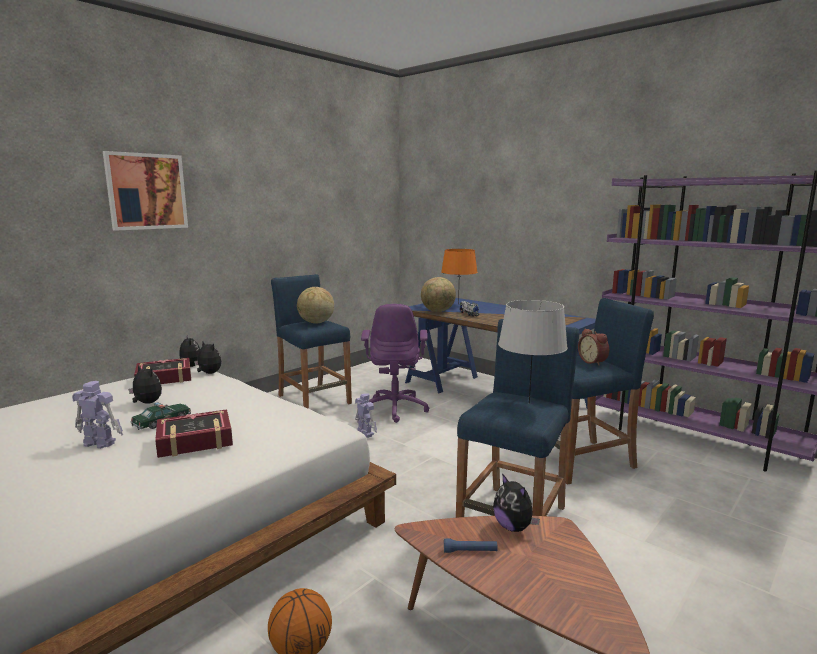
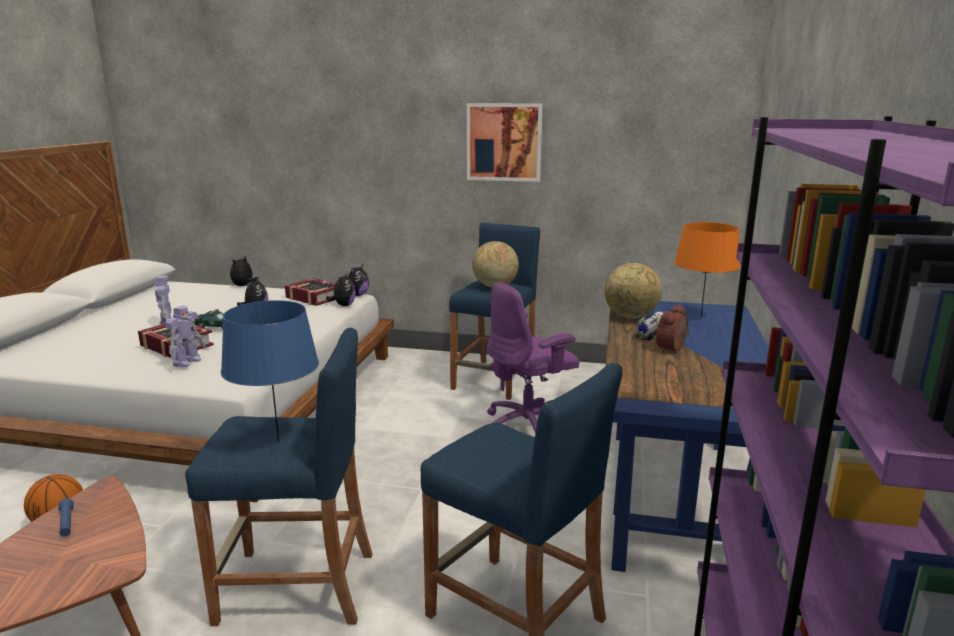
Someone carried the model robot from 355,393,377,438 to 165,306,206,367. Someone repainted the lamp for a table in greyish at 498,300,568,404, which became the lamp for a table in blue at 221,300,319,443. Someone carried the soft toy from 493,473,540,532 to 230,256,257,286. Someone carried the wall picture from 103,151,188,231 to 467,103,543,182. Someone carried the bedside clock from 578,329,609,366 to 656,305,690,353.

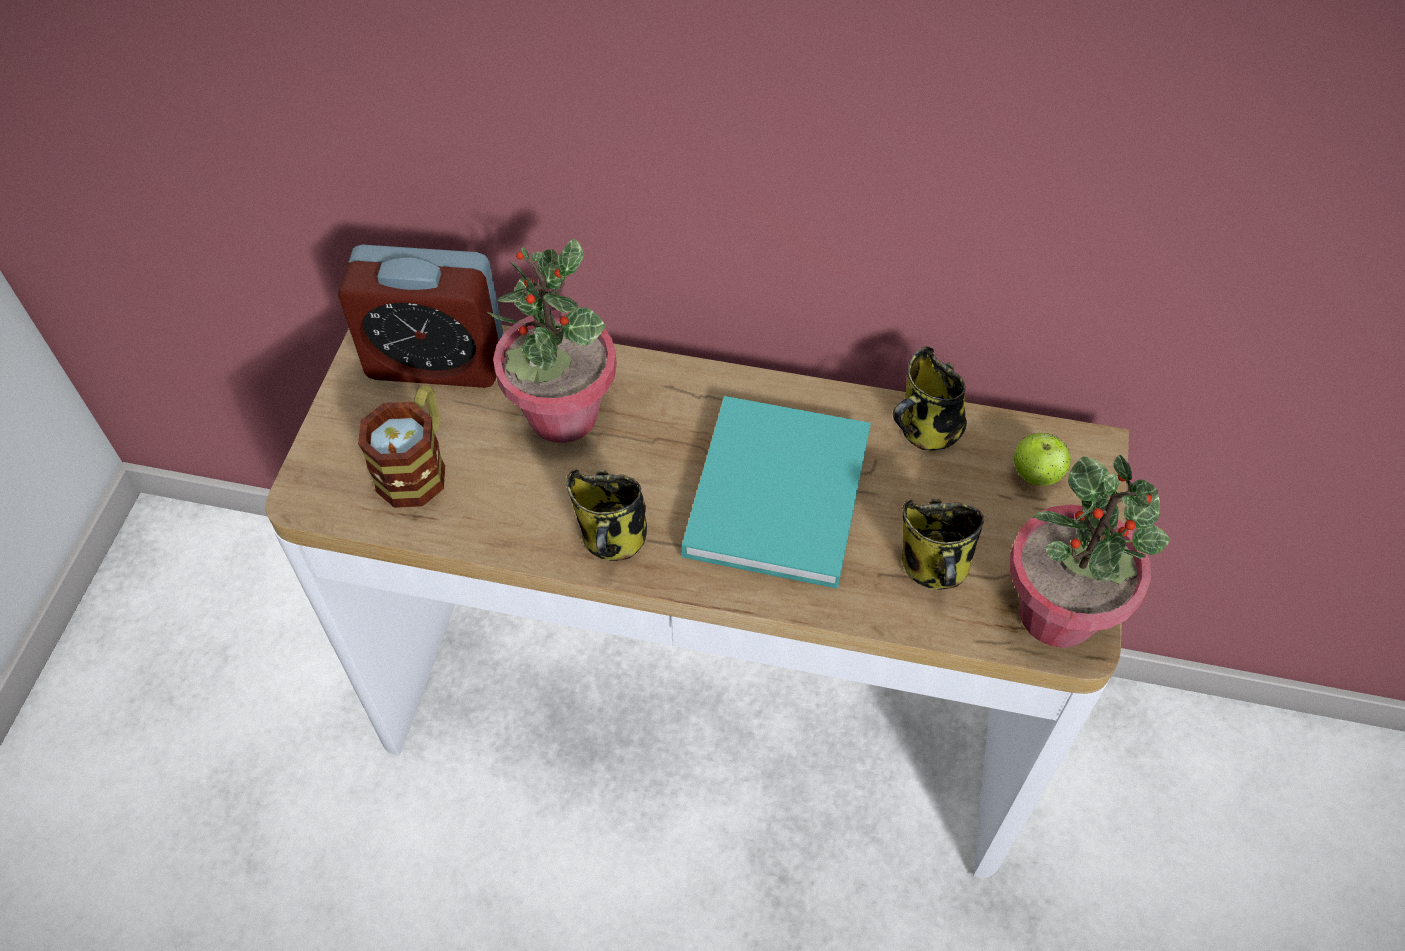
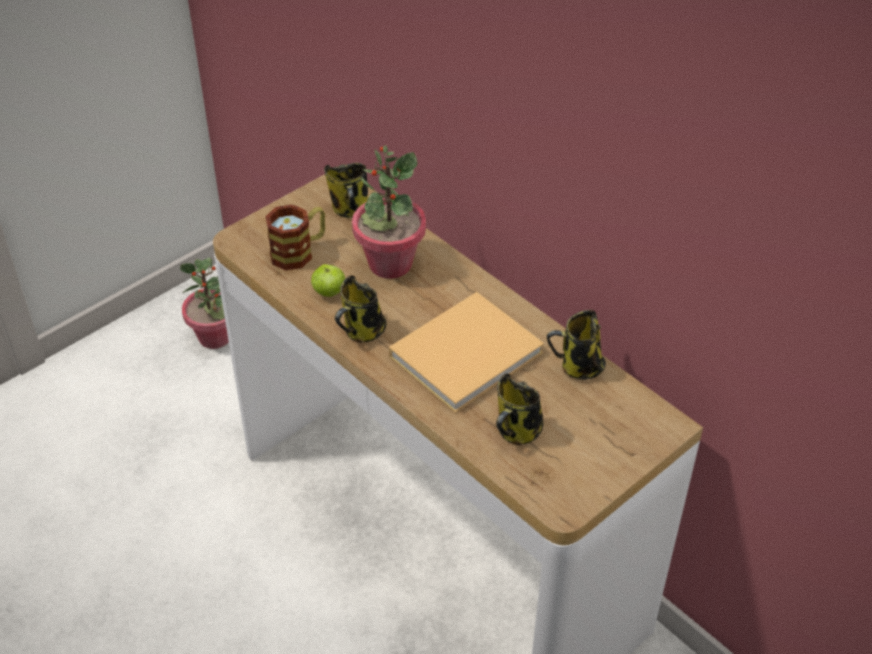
Someone carried the plant in a pot from 1010,455,1170,648 to 180,258,229,349. Someone carried the apple fruit from 1014,433,1071,486 to 311,264,345,297. Someone swapped the bedside clock at 338,244,503,388 for the tea mug at 324,163,368,218. Someone repainted the book in blue-green at 682,396,871,589, which became the book in sand-coloured at 389,292,544,413.

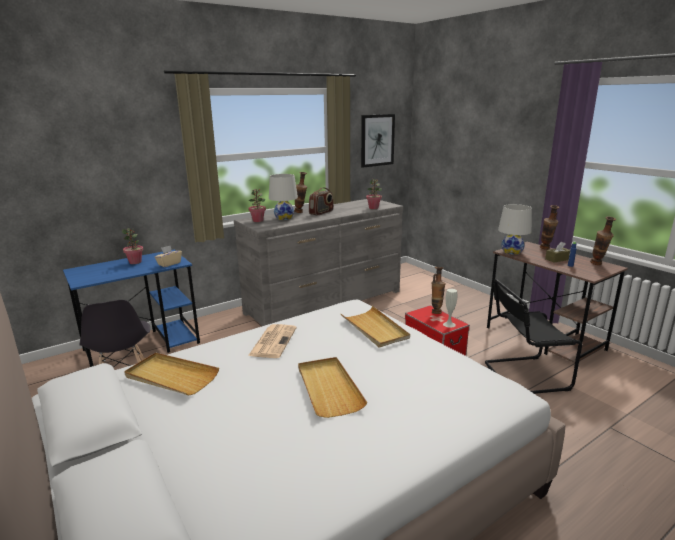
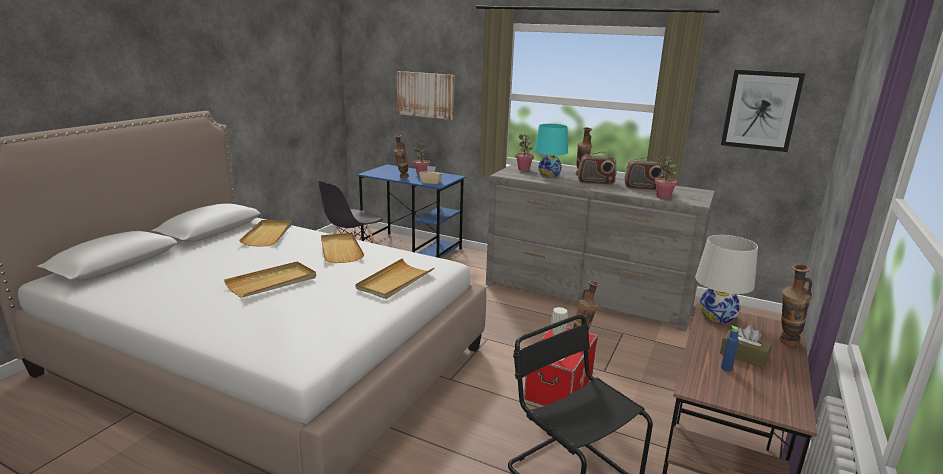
Someone swapped the daily paper at 248,324,297,358 for the carrying tray in sand-coloured at 321,233,364,263. Someone carried the vase from 590,216,616,265 to 394,135,409,178. Someone put up the wall picture at 397,71,455,120. Someone repainted the lamp for a table in whitish at 269,174,298,220, which became the lamp for a table in blue-green at 534,124,568,177. Someone put down the radio set at 625,156,665,190.

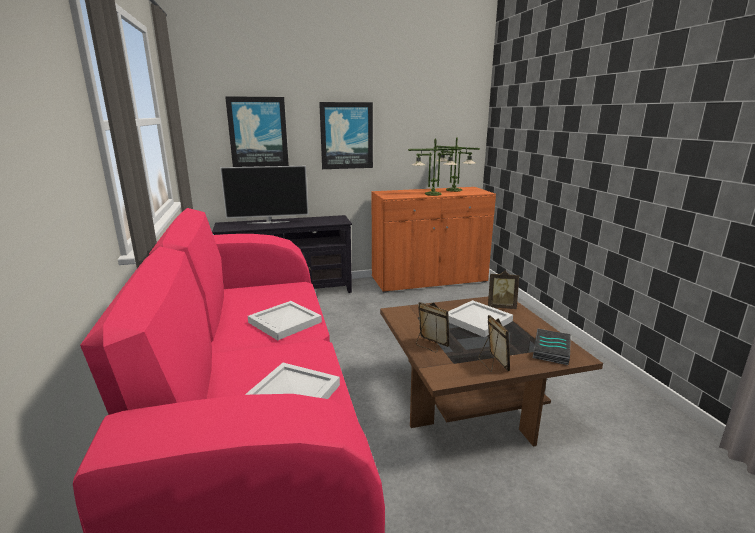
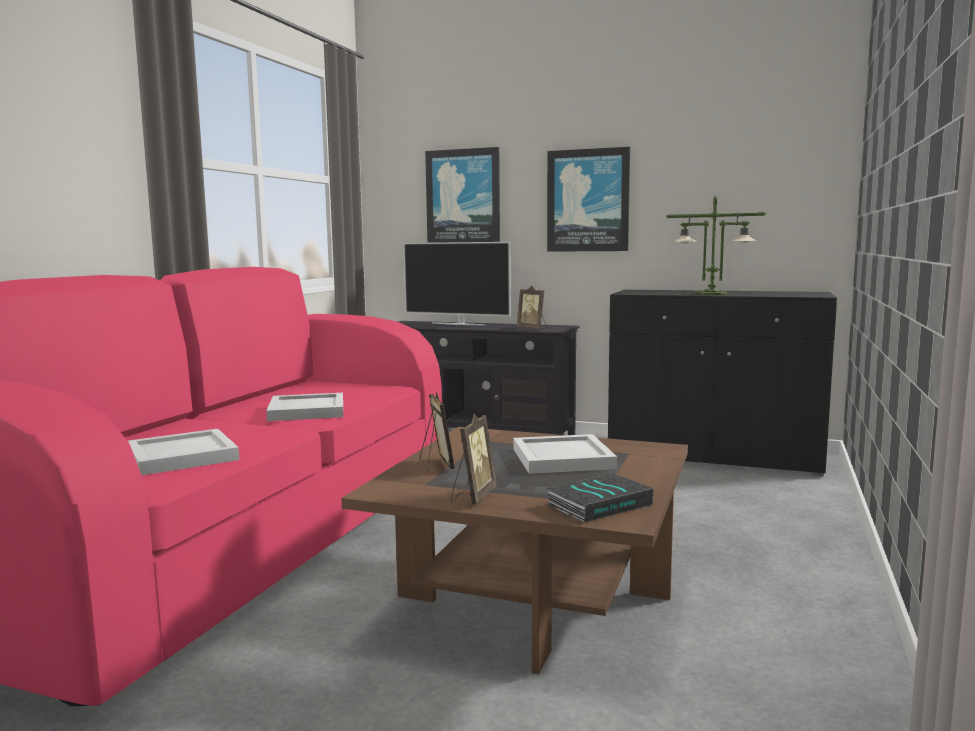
Someone carried the photo frame from 488,271,519,309 to 517,286,546,329. Someone repainted the cabinet in orangey at 371,187,496,293, which became the cabinet in black-coloured at 608,290,837,476. Someone took away the lamp for a table at 436,138,480,192.

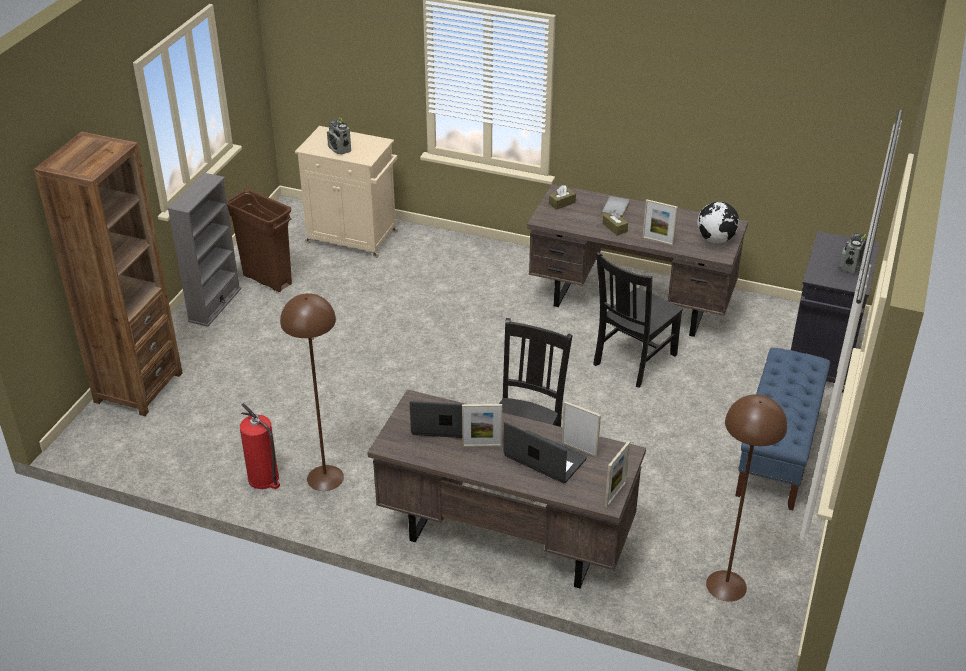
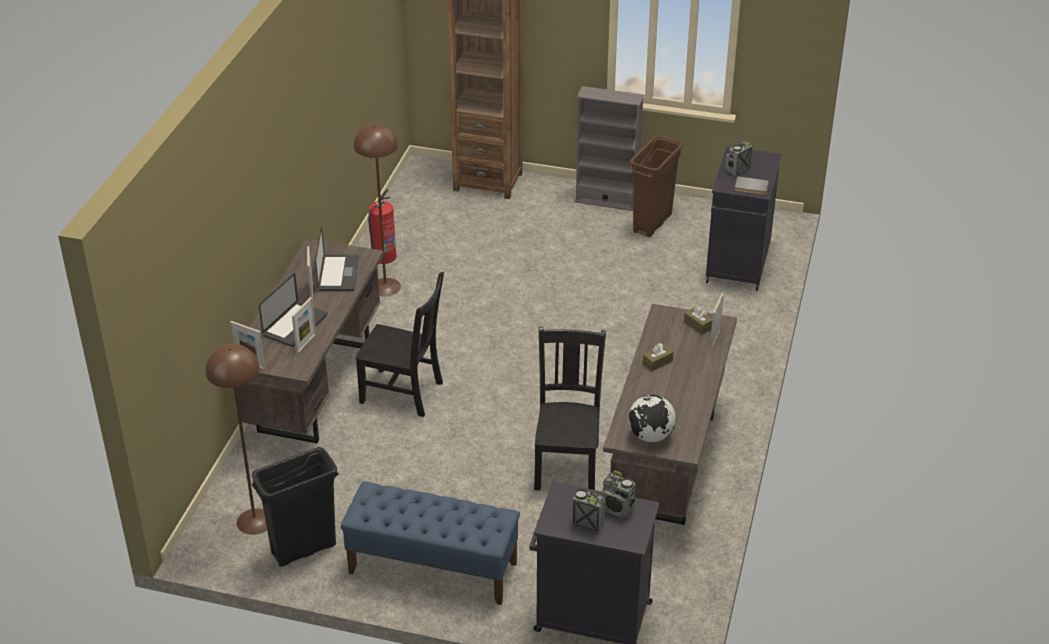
Someone put down the rubbish bin in black-coloured at 252,447,339,567. Someone rotated the plain chair in black-coloured at 593,252,683,388 by 60 degrees clockwise. Someone put down the radio set at 601,471,636,518. Someone repainted the cabinet in sand-coloured at 295,126,398,258, which became the cabinet in black-coloured at 706,146,782,291. Someone carried the photo frame from 642,199,678,245 to 710,293,724,351. Someone carried the book in greyish from 601,196,630,218 to 734,176,769,195.

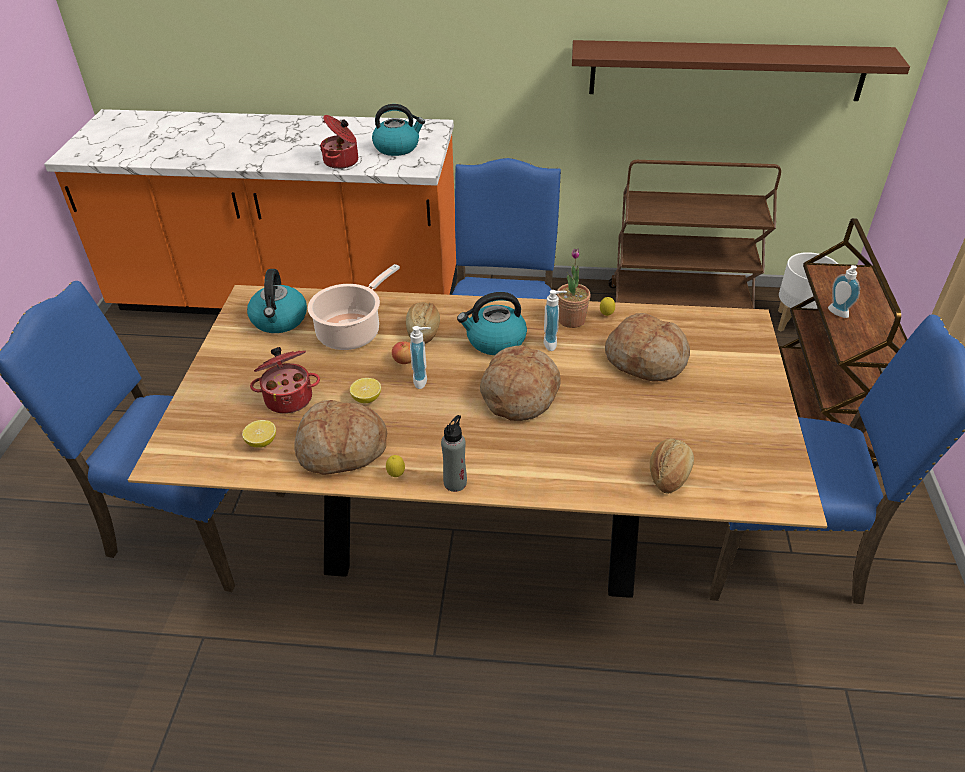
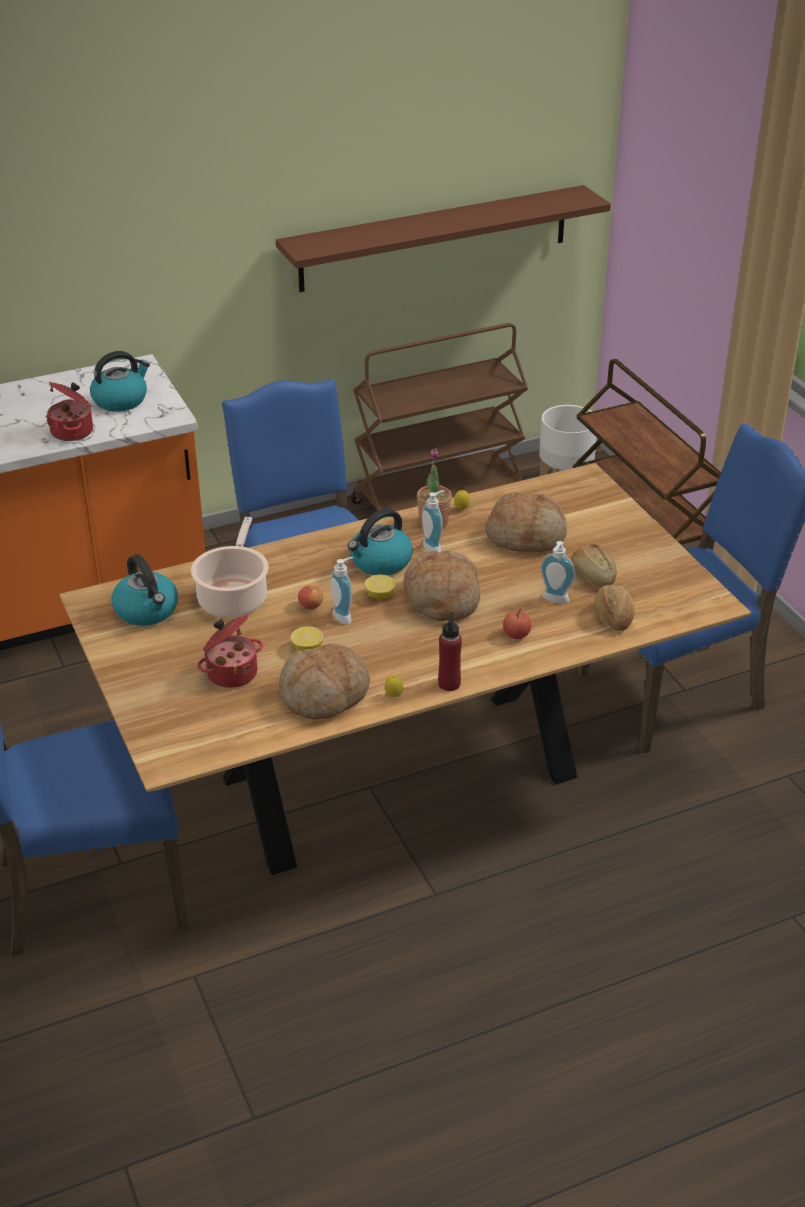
Someone carried the lemon from 242,420,276,448 to 365,575,396,599. Someone repainted the bottle in greyish at 441,415,467,492, which became the bottle in red-coloured at 438,612,462,691. Someone put down the apple fruit at 503,609,531,639. Someone carried the soap bottle from 828,265,860,318 to 540,541,575,603. Someone carried the bread from 406,302,440,344 to 571,544,617,588.

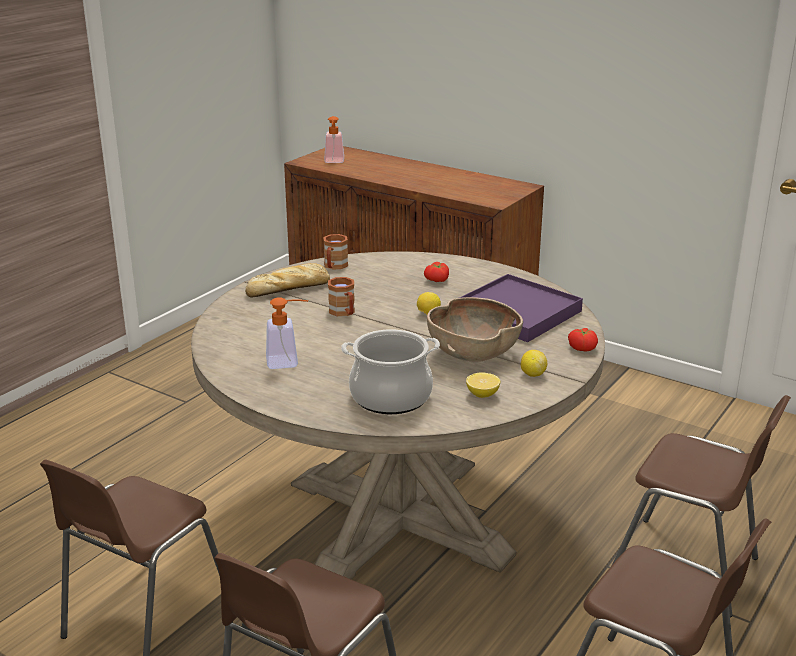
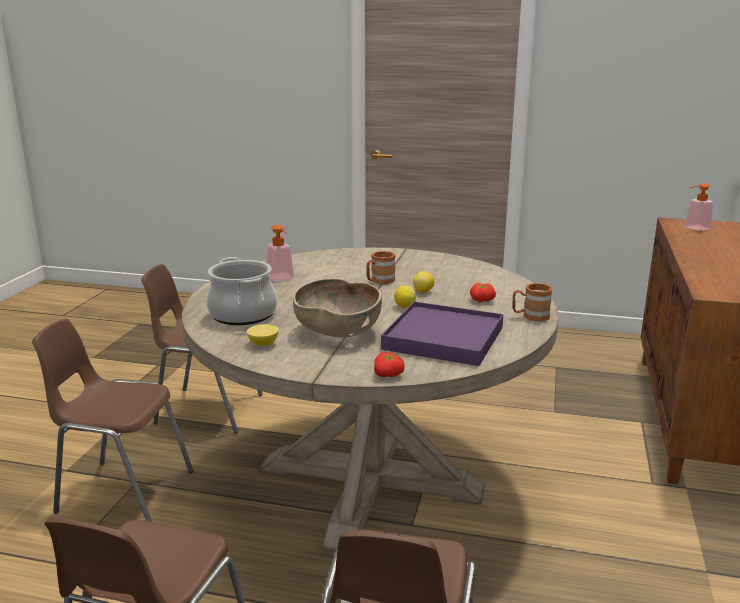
Someone carried the lemon from 521,350,547,377 to 413,271,435,293. Someone carried the tea mug in brownish from 323,234,348,270 to 513,283,553,321. Someone took away the bread at 245,263,330,297.

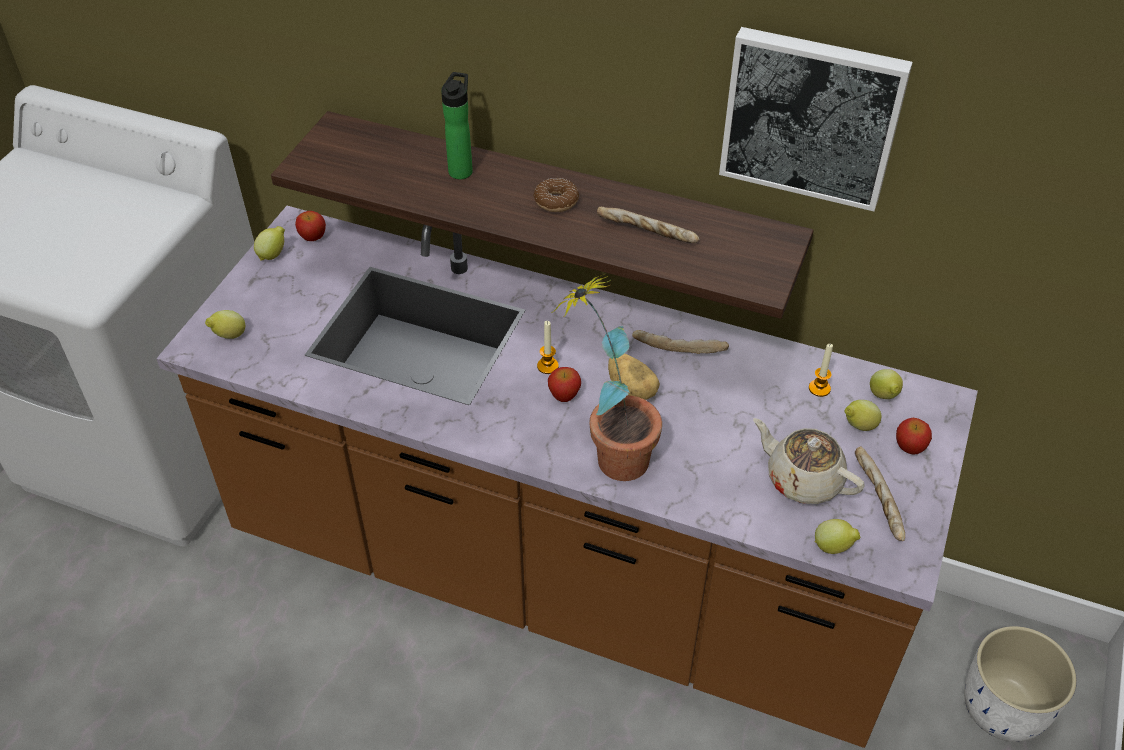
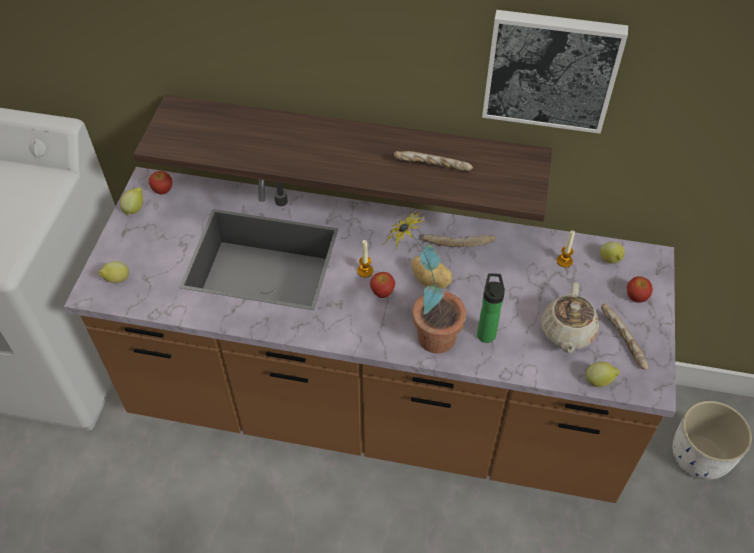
Someone carried the bottle from 441,72,473,179 to 477,273,505,343. Someone rotated the tea pot in sand-coloured at 753,418,865,504 by 105 degrees counterclockwise. Someone took away the ring doughnut at 533,178,579,212. Someone took away the lemon at 845,400,882,431.

